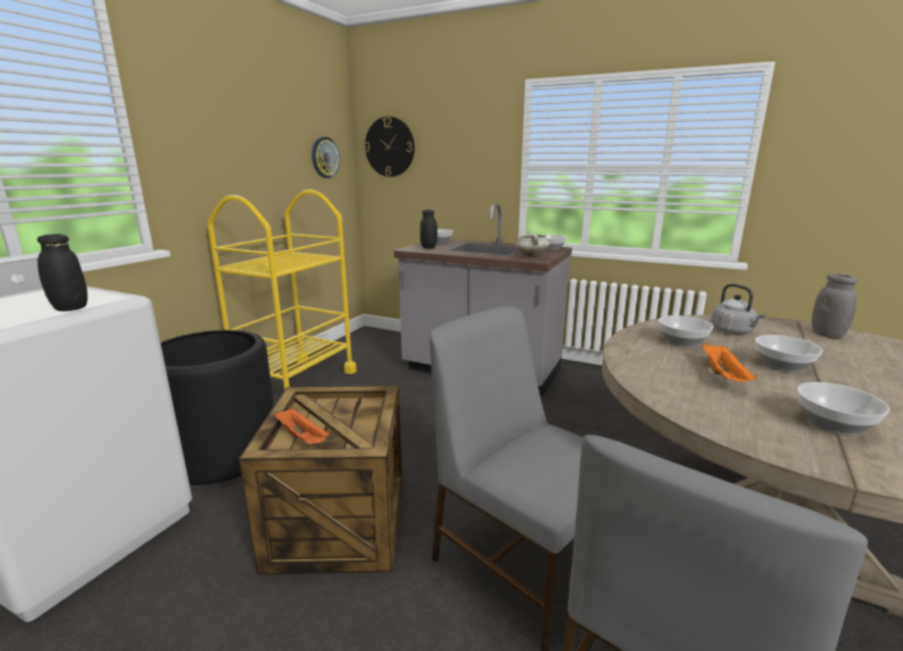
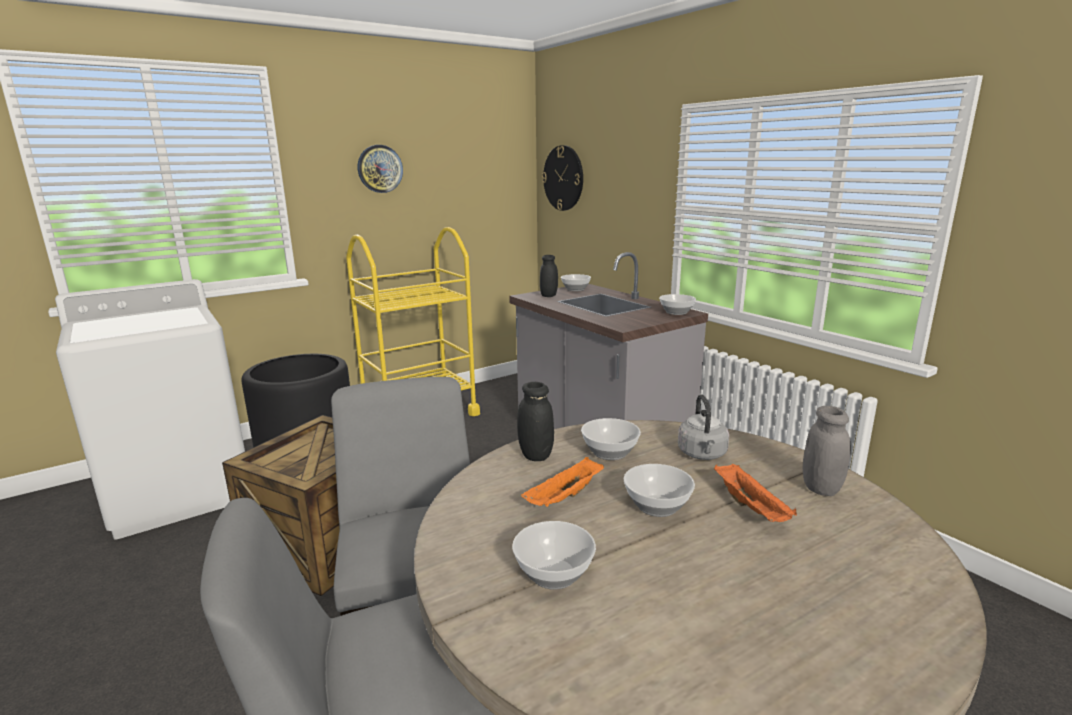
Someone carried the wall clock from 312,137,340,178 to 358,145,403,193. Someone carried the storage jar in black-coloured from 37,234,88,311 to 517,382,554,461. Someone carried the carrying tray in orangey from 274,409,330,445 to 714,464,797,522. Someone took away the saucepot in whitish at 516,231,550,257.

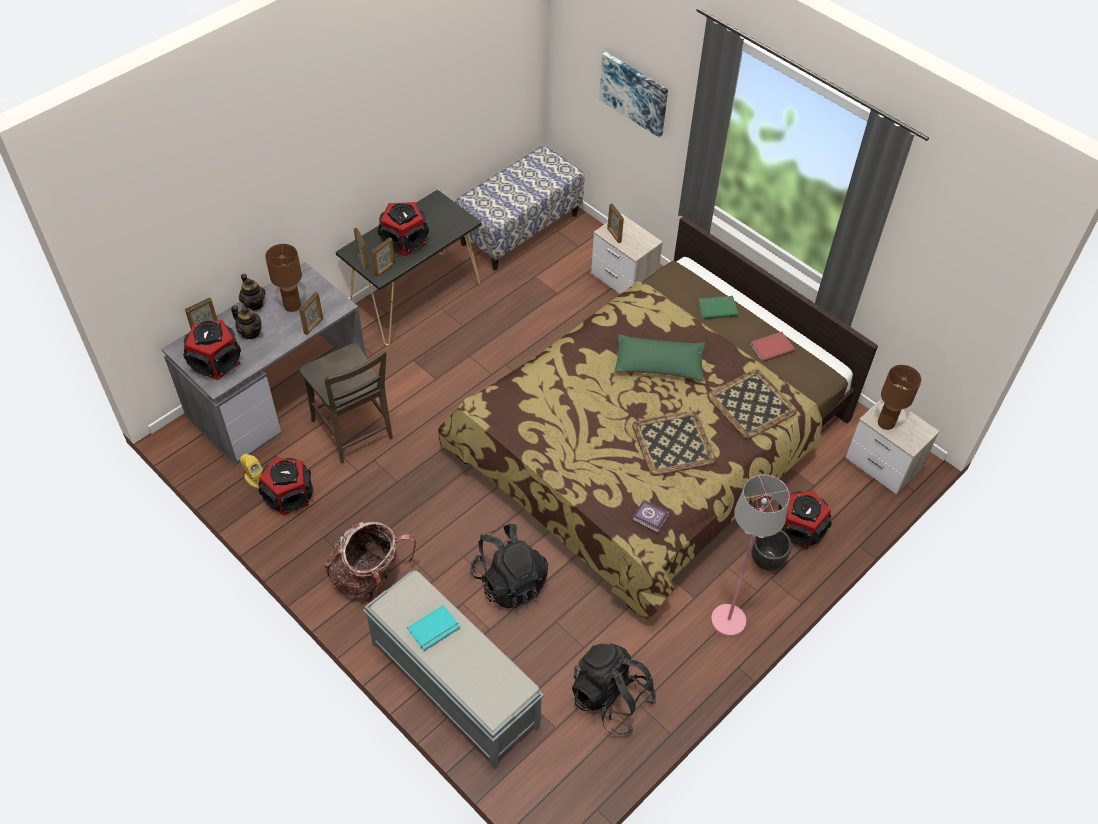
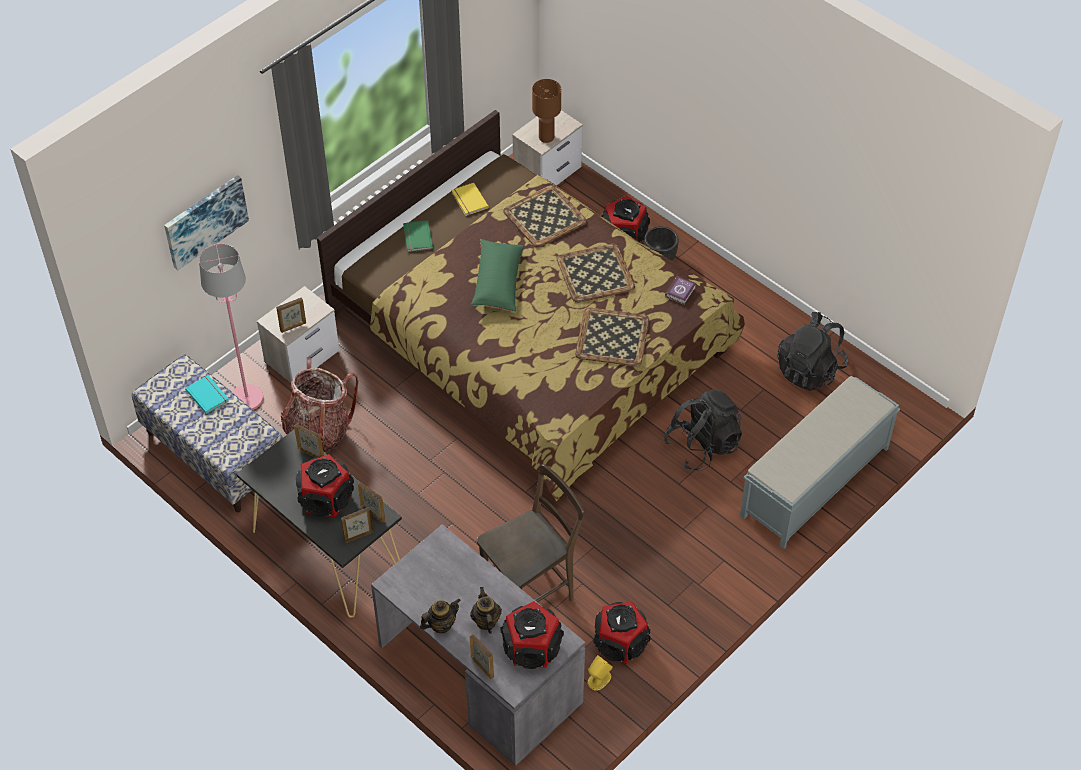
Someone carried the book in blue-green from 407,605,460,651 to 185,375,229,414. Someone carried the floor lamp in pink from 711,475,790,637 to 199,244,263,410. Someone carried the backpack from 324,522,416,603 to 281,357,358,452. Someone carried the photo frame from 299,292,323,335 to 294,424,324,457. Someone repainted the book in red-coloured at 750,332,795,362, which became the book in yellow-coloured at 451,183,489,216. Someone rotated the tea pot at 231,305,261,339 by 45 degrees counterclockwise. Someone put down the carrying tray at 575,308,649,366. Someone took away the lamp for a table in brownish at 265,244,302,312.

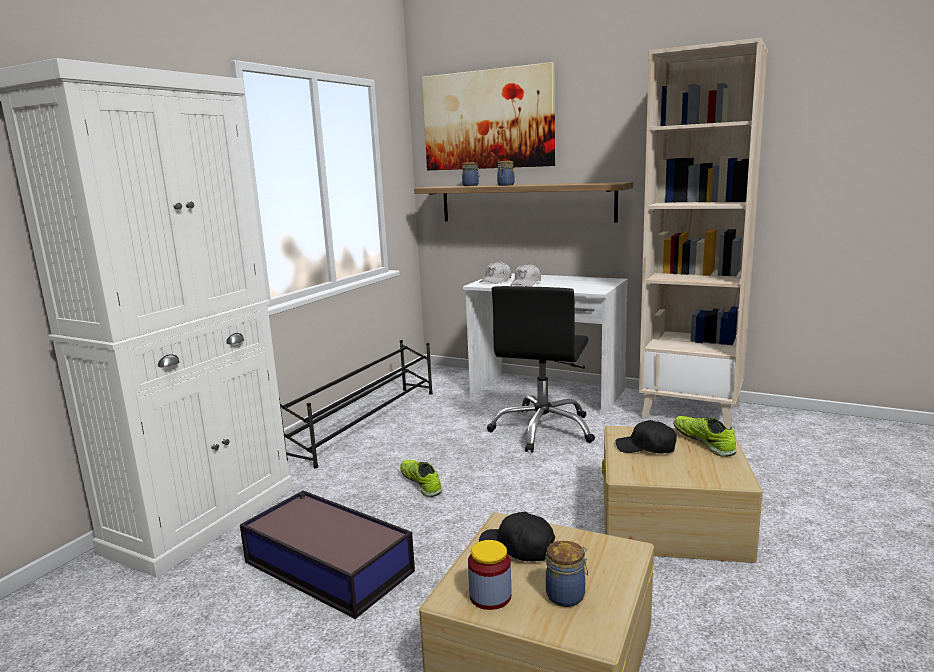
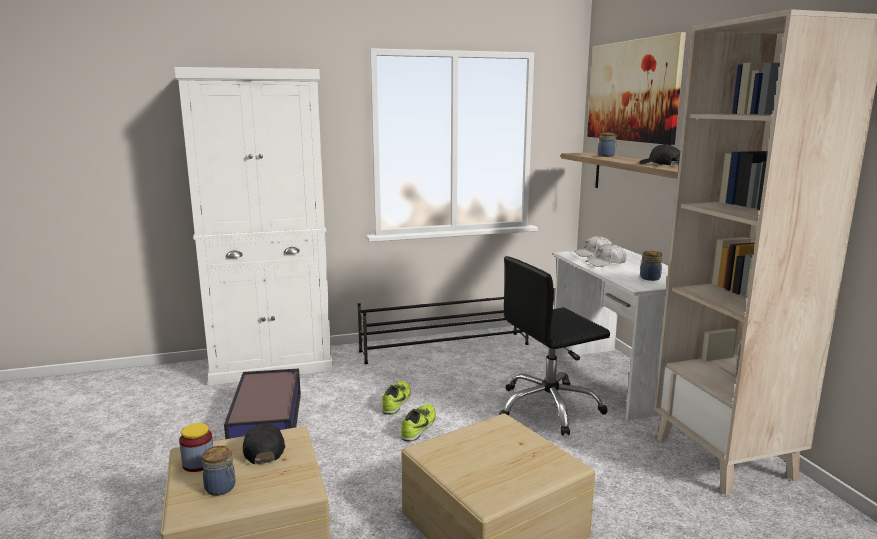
Someone carried the item of footwear from 673,416,737,457 to 401,404,436,442. Someone carried the peaked cap in black-coloured from 616,420,677,454 to 639,144,680,165. Someone carried the storage jar from 497,161,515,186 to 640,251,662,281.

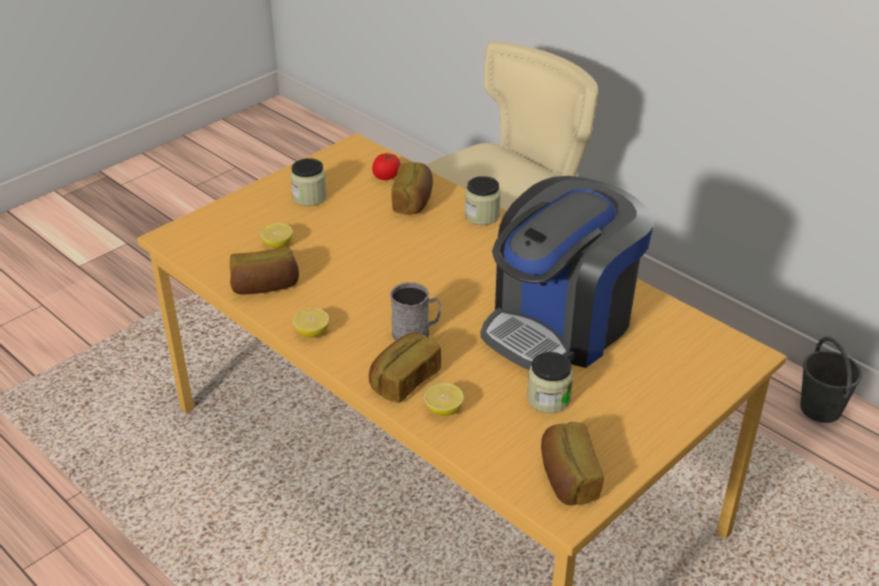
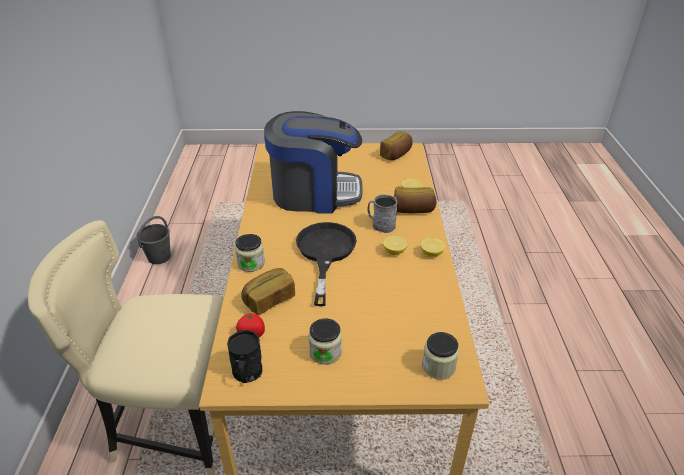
Someone put down the tea mug in black-coloured at 227,330,262,383. Someone put down the skillet in black-coloured at 296,222,357,306. Someone carried the lemon from 260,223,293,249 to 383,236,407,255. Someone carried the storage jar from 527,352,573,413 to 422,332,459,380. Someone took away the bread at 230,247,299,295.

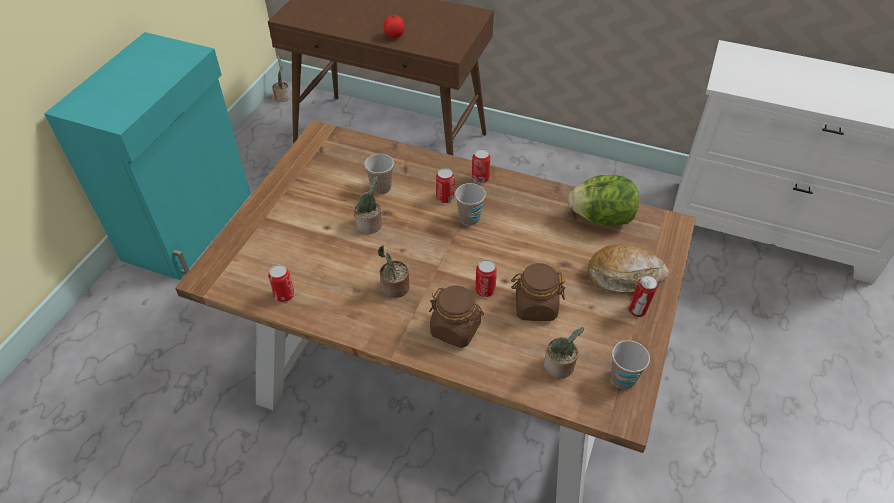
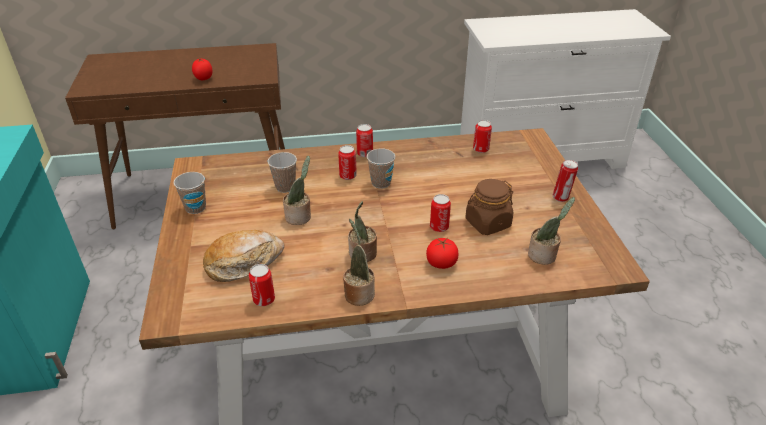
Someone carried the cup from 611,340,650,389 to 174,172,206,214. Someone carried the bread from 587,245,669,292 to 203,230,285,282. Someone carried the plant in a pot from 272,55,290,102 to 343,219,375,306. Someone swapped the storage jar in brownish at 429,285,484,348 for the tomato at 426,238,458,269. Someone swapped the lettuce head at 568,175,639,226 for the can at 473,120,492,153.

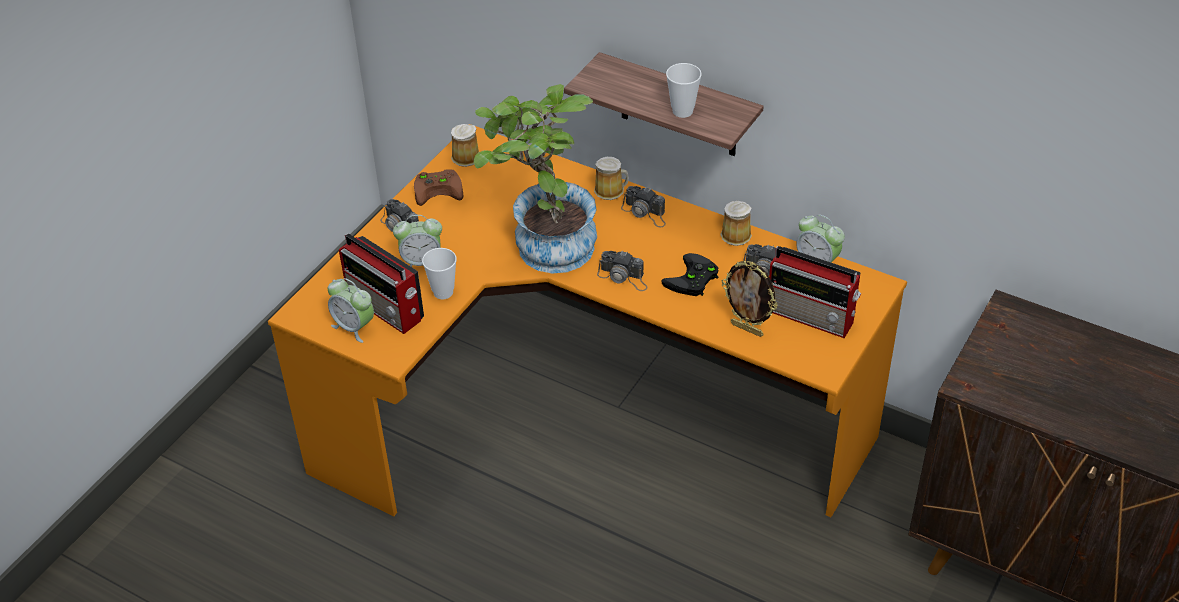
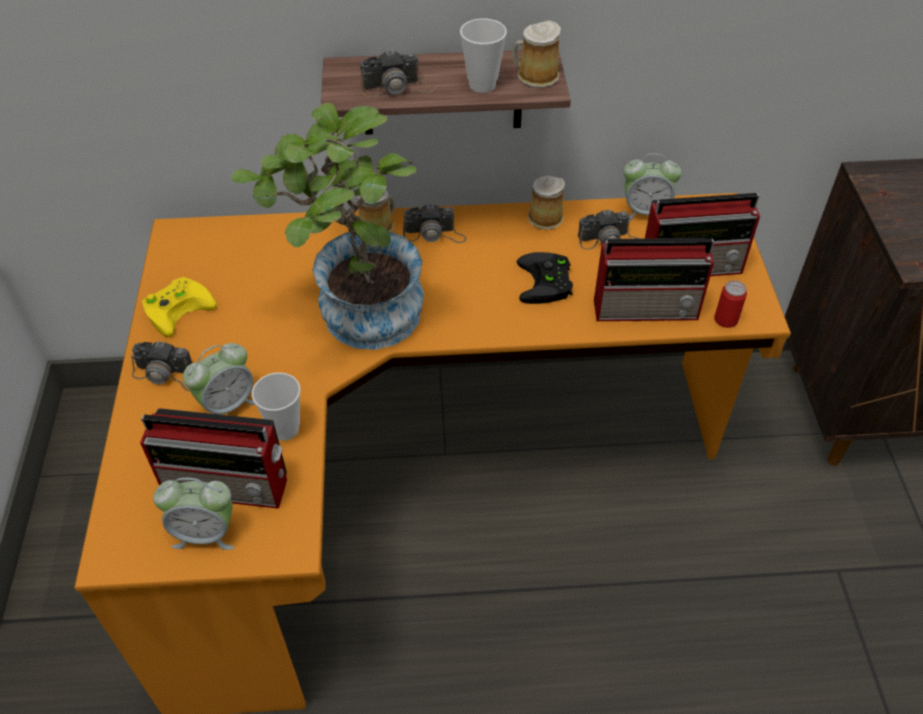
Someone repainted the joypad in brownish at 414,169,463,206, which became the joypad in yellow-coloured at 142,277,217,337. Someone carried the photo camera from 597,251,648,291 to 360,49,435,97. Someone carried the tea mug from 451,124,479,167 to 512,20,561,88. Someone swapped the photo frame at 722,260,778,337 for the radio set at 594,238,714,321. Someone put down the can at 714,280,747,328.

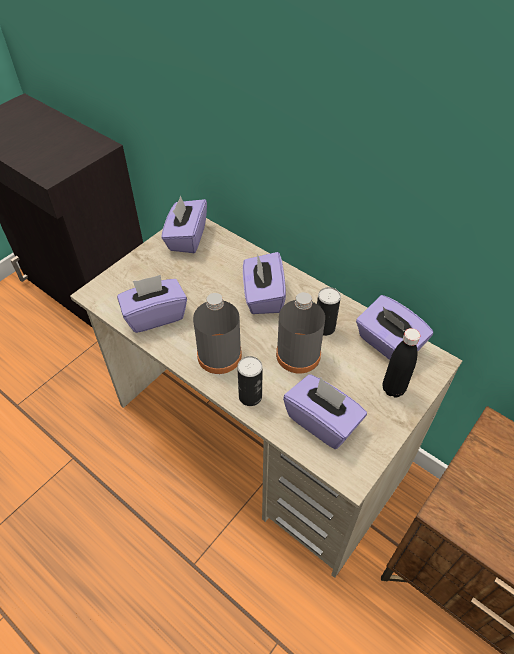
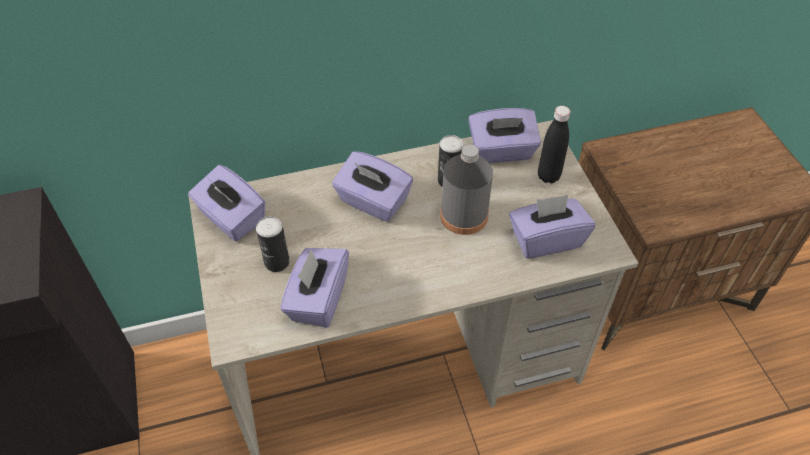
Someone carried the can from 237,356,263,406 to 256,216,290,272. Someone took away the bottle in greyish at 193,293,242,374.

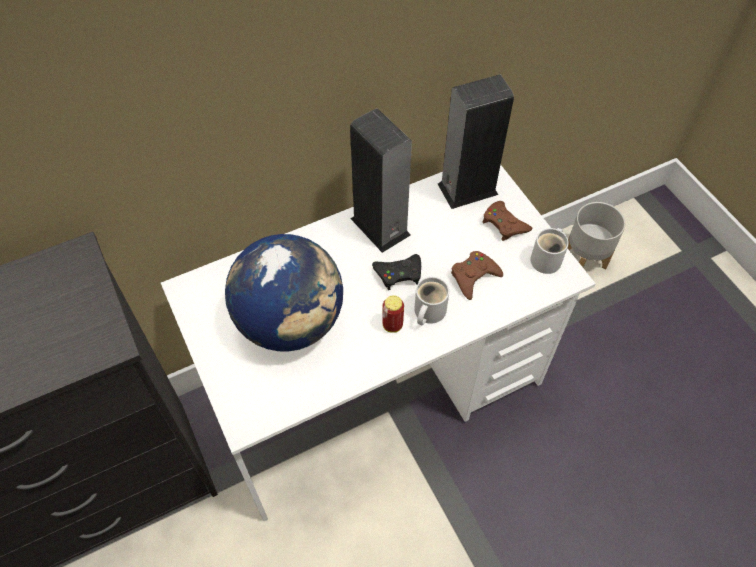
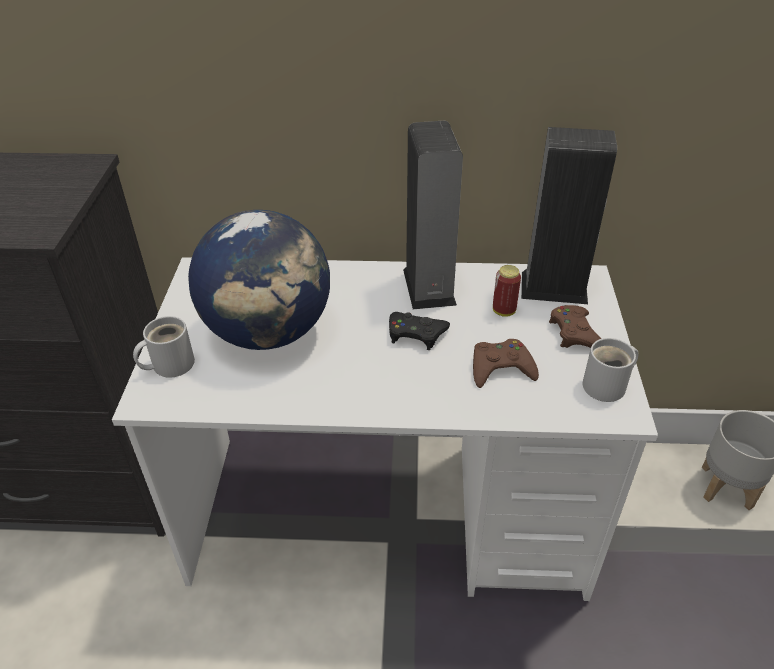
Someone carried the tea mug in whitish from 414,277,449,325 to 133,316,195,378. Someone carried the can from 382,295,404,333 to 493,265,521,317.

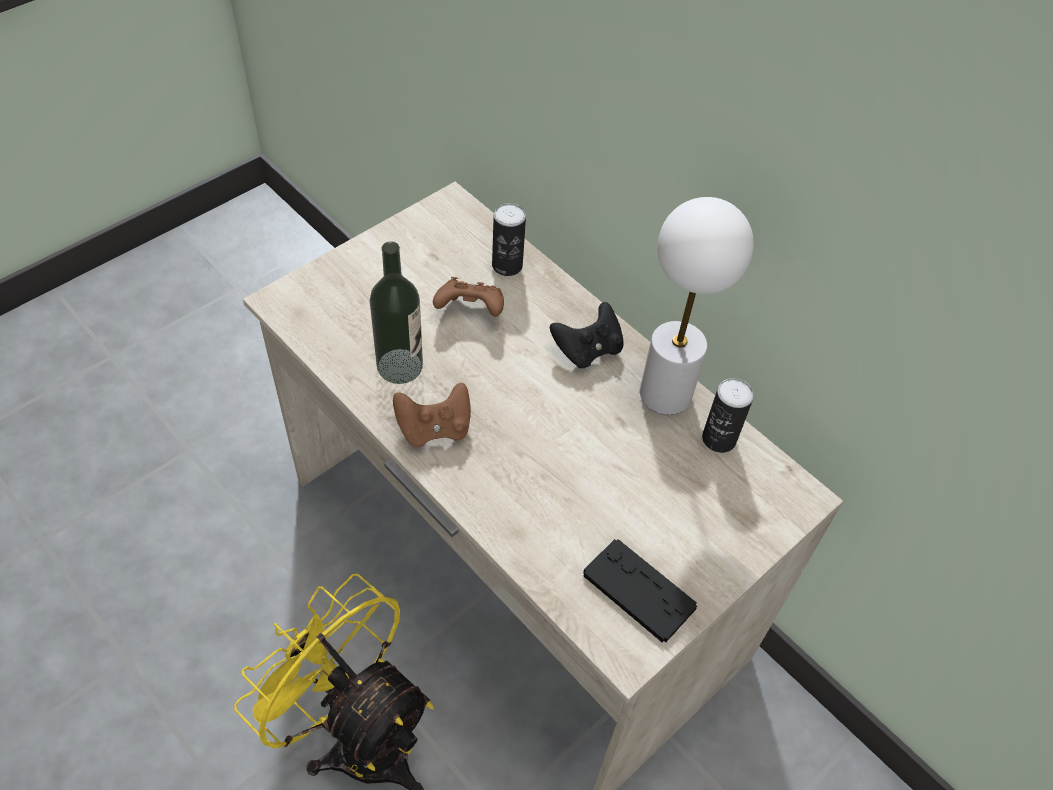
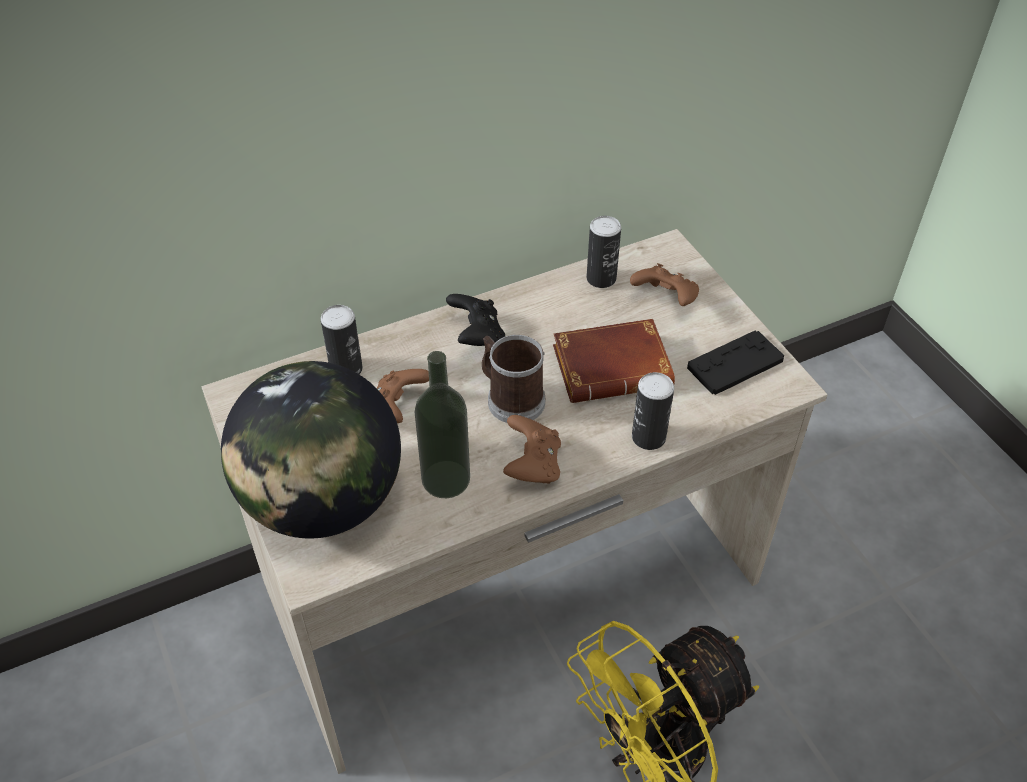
Someone put down the globe at 221,361,401,538. Someone put down the tea mug at 482,335,545,423. Someone put down the book in brownish at 553,319,675,403. Someone put down the joypad in brownish at 630,263,699,306. Someone put down the can at 632,372,674,450. Someone took away the lamp for a table in whitish at 640,197,754,415.

